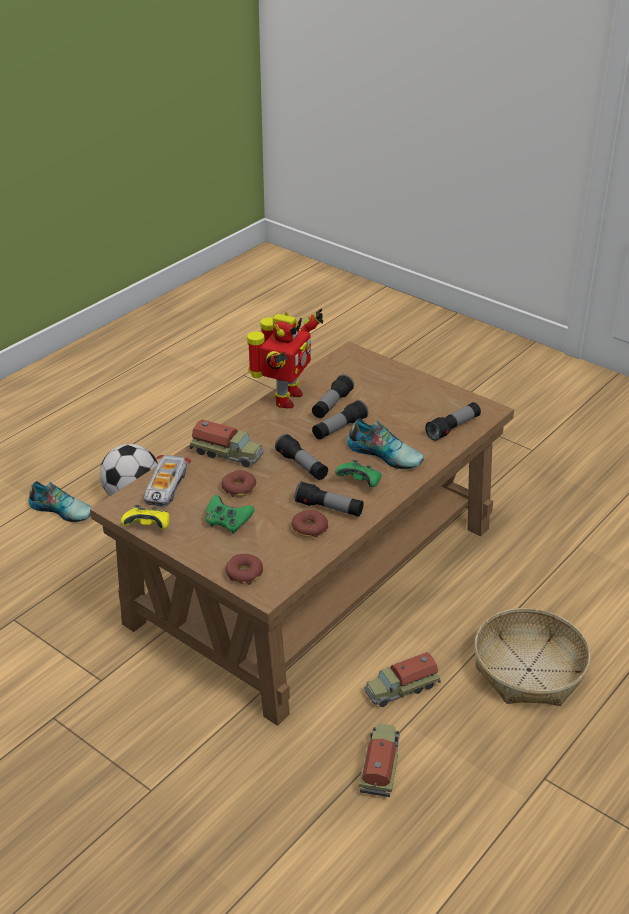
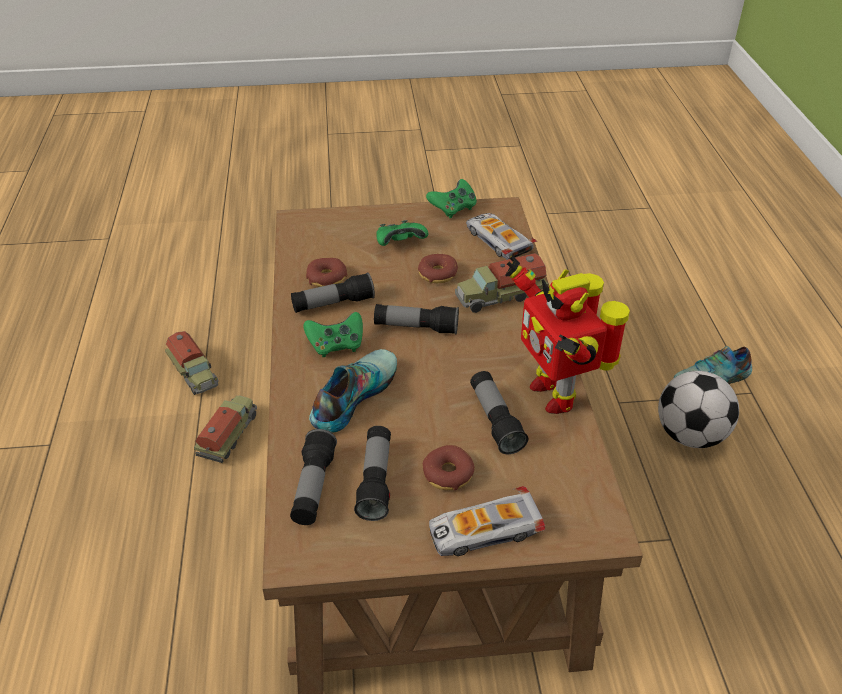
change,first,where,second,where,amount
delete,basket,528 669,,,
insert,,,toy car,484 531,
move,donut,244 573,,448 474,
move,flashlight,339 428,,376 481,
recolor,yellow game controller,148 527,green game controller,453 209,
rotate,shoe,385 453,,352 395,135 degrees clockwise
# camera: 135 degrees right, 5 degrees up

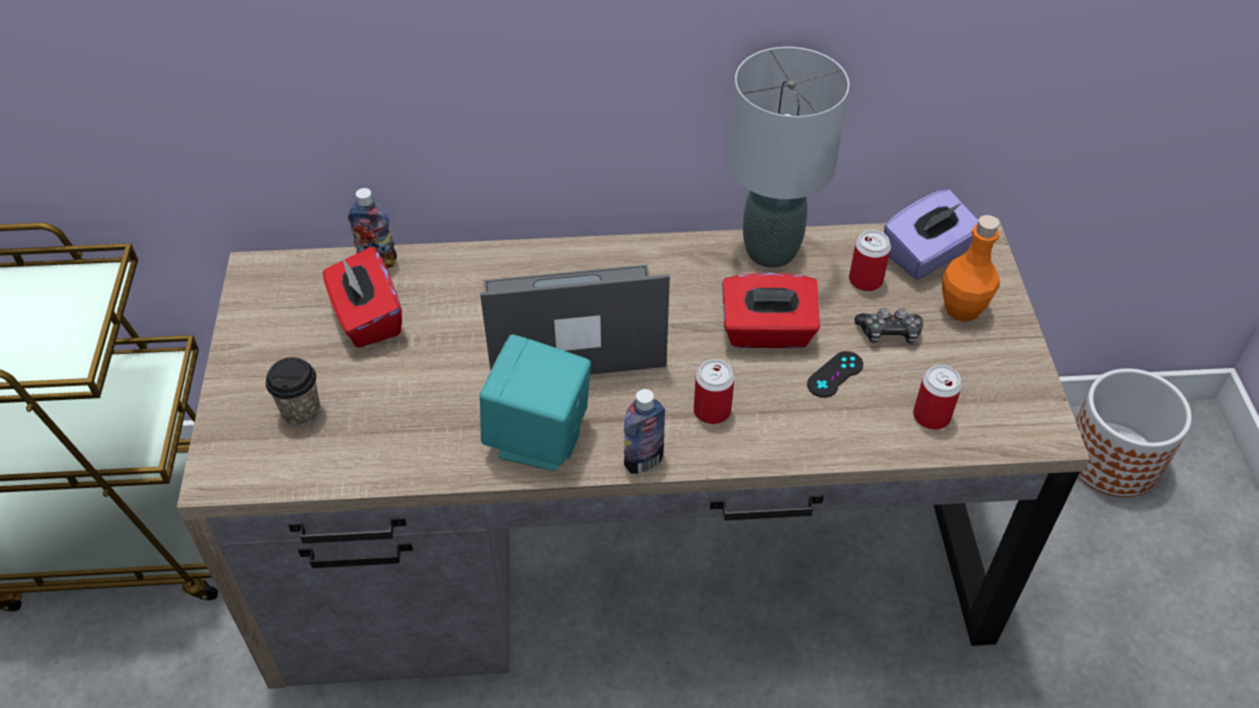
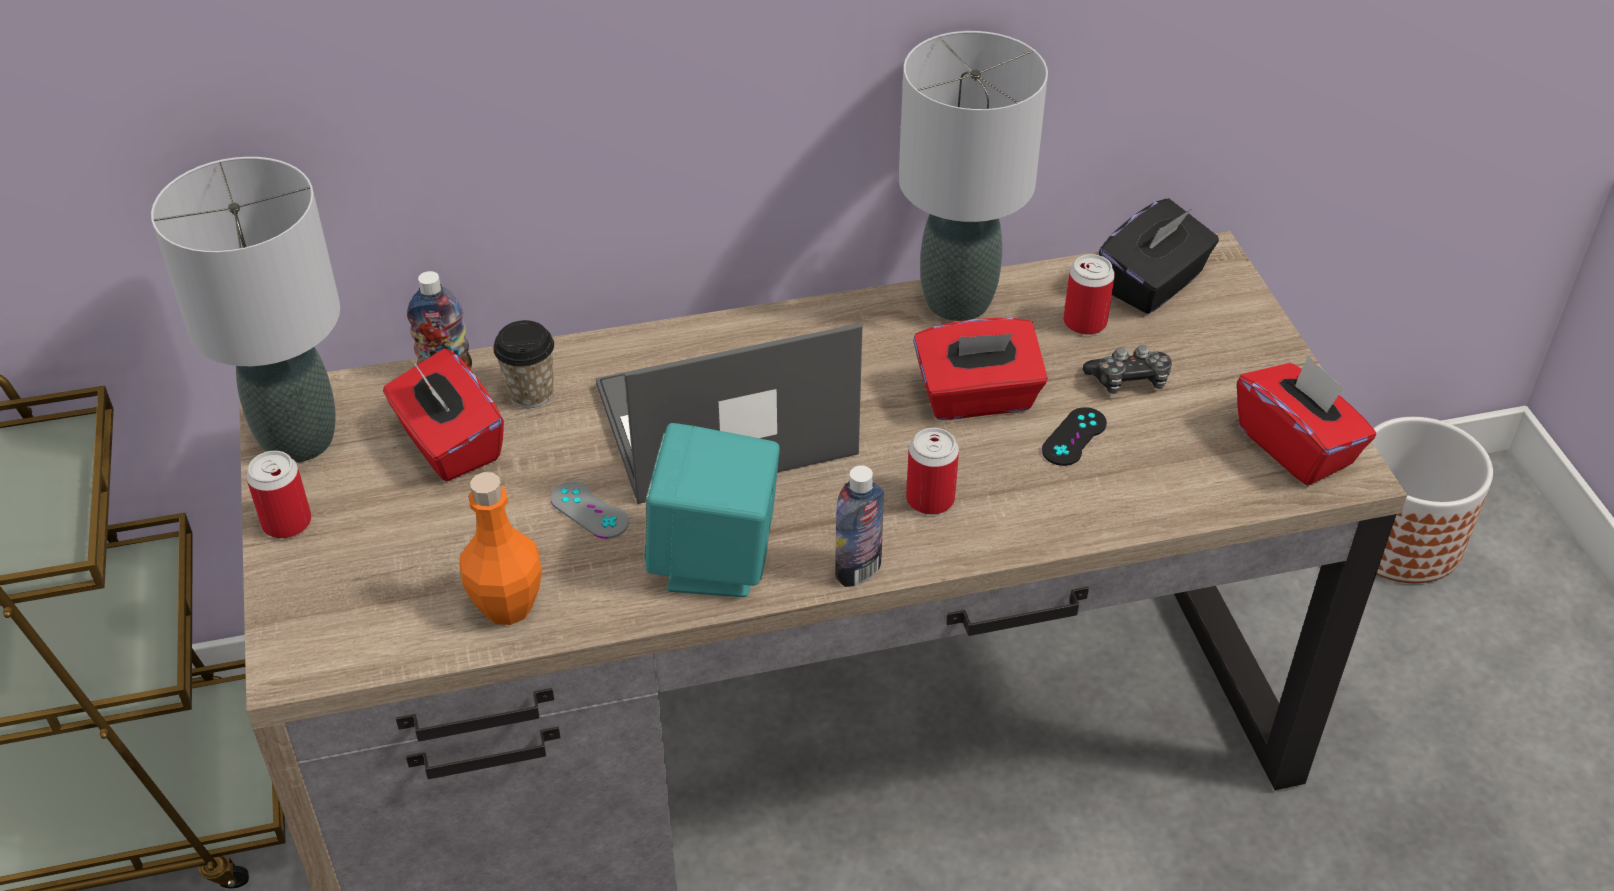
change,first,where,second,where,amount
insert,,,grey table lamp,297 439,
insert,,,grey game controller,589 510,
insert,,,red tissue box,1296 447,
move,cup,301 412,,530 393,
move,can,931 416,,287 522,
move,orange bottle,962 309,,507 606,
recolor,purple tissue box,927 255,black tissue box,1153 284,
# camera: 10 degrees left, 5 degrees down

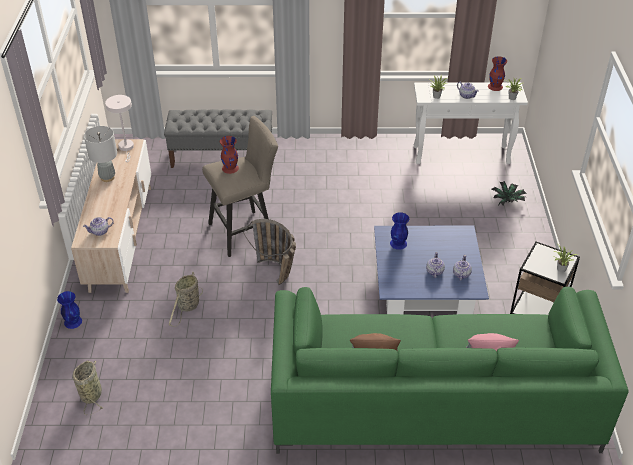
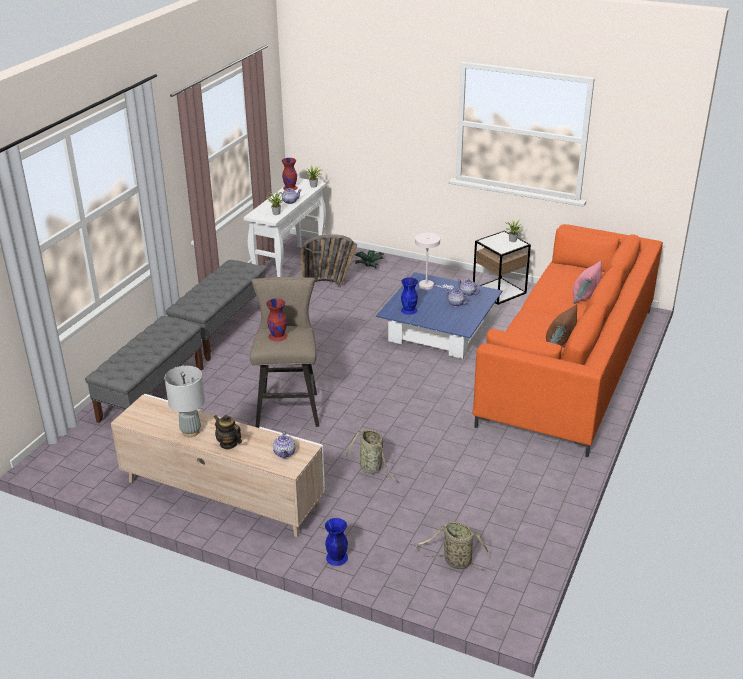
change,first,where,second,where,amount
insert,,,grey bench,221 329,
insert,,,teapot,228 444,
move,white table lamp,126 148,,429 286,
move,basket,278 276,,330 285,
recolor,green sofa,432 401,orange sofa,569 365,
# camera: 65 degrees left, 10 degrees down

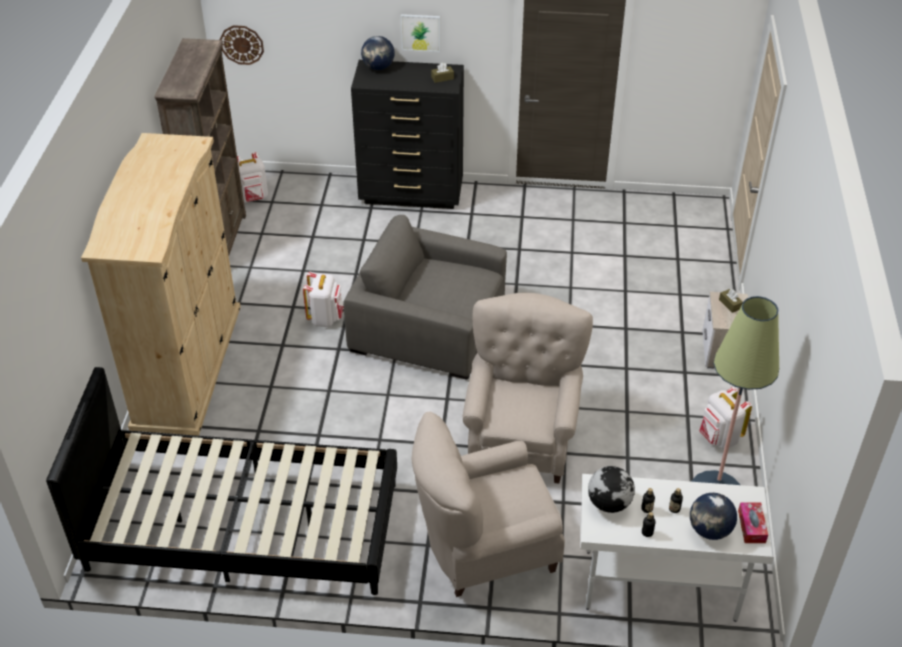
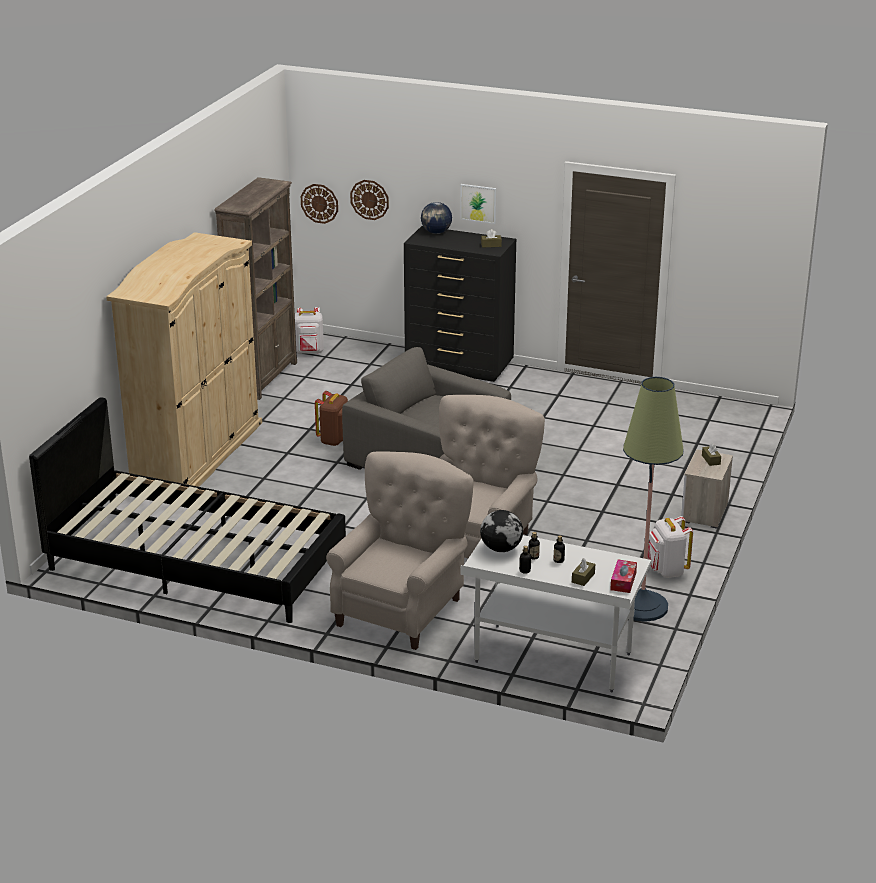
change,first,where,second,where,amount
insert,,,wall clock,369 199,
replace,globe,710 530,brown tissue box,583 578,
recolor,white backpack,325 318,brown backpack,335 440,
rotate,beige armchair,484 549,,402 609,120 degrees clockwise
# camera: 15 degrees right, 15 degrees down

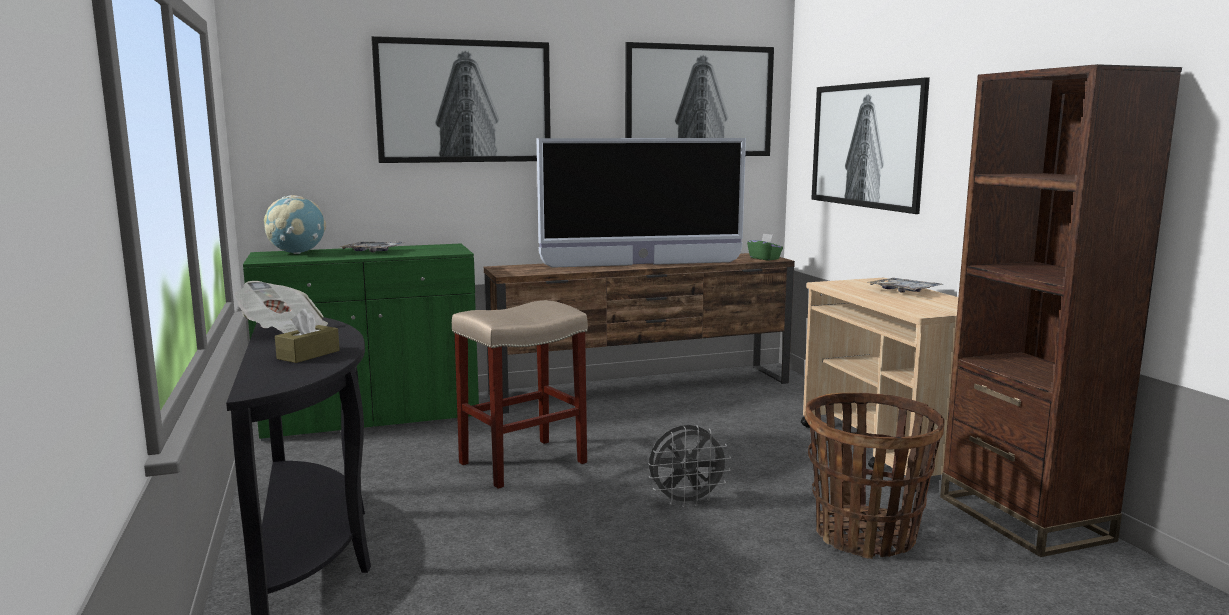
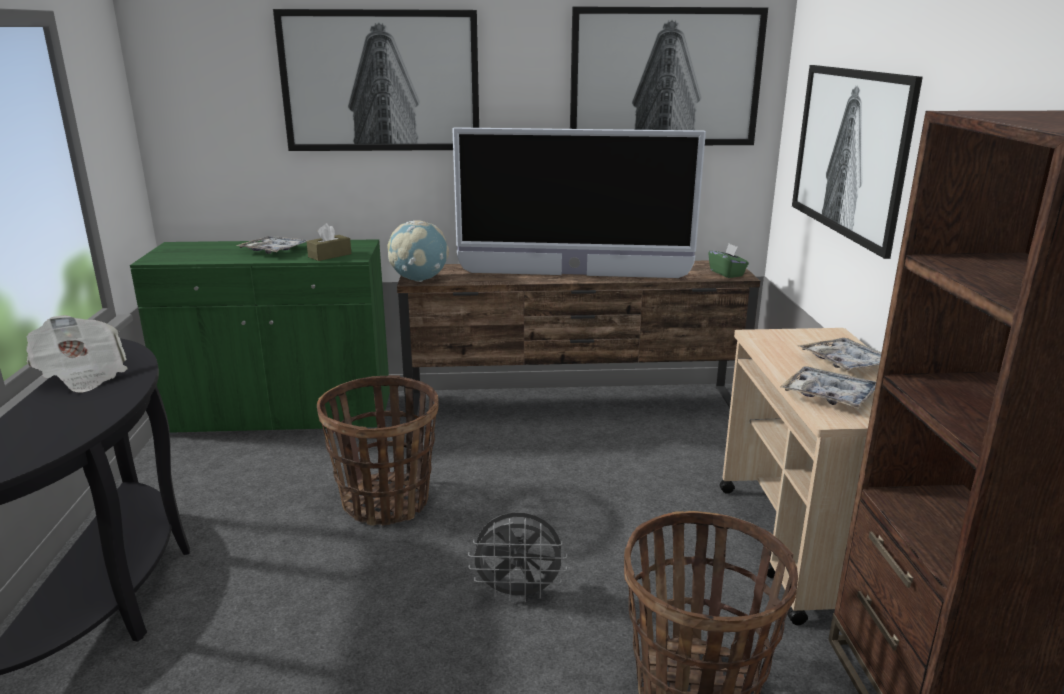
change,first,where,second,where,amount
insert,,,tray,829 395,
move,globe,297 253,,419 279,
move,brown tissue box,308 355,,330 255,
replace,beige stool,524 462,basket,386 502,
# camera: 15 degrees right, 10 degrees up

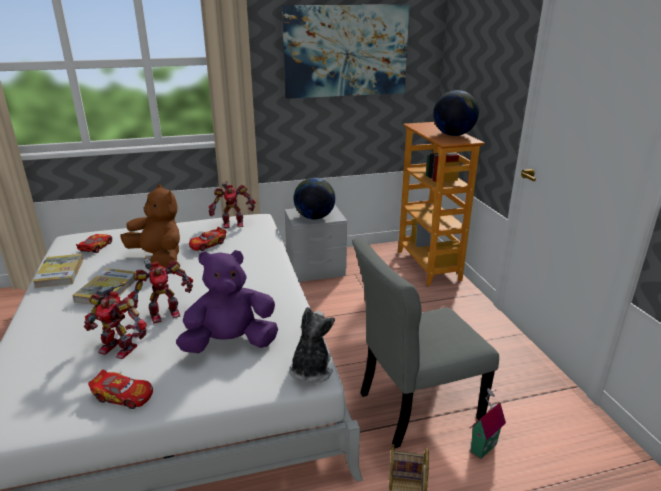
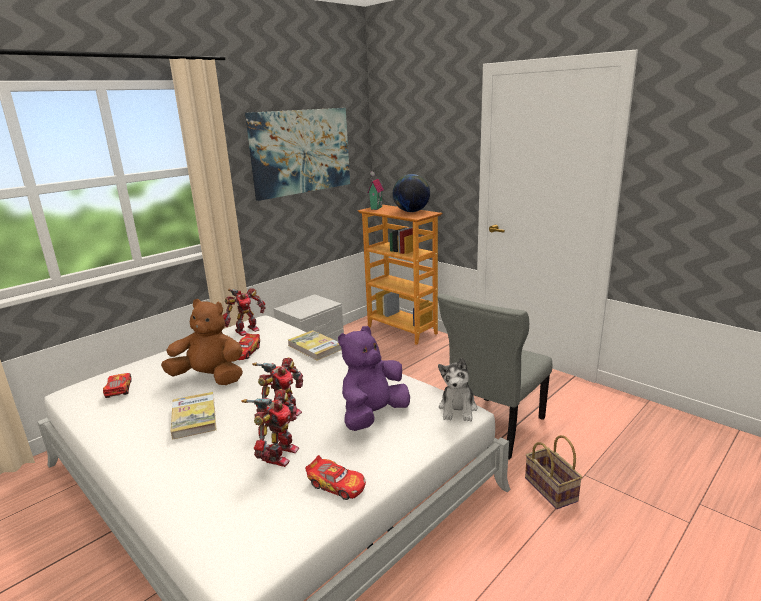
change,first,where,second,where,amount
delete,globe,314 217,,,
move,book,60 273,,315 347,
move,toy house,482 446,,375 208,
rotate,toy robot,120 347,,279 454,60 degrees counterclockwise
rotate,toy car,124 396,,337 485,45 degrees clockwise
rotate,plush toy,311 370,,458 409,150 degrees counterclockwise
# camera: 30 degrees left, 5 degrees down

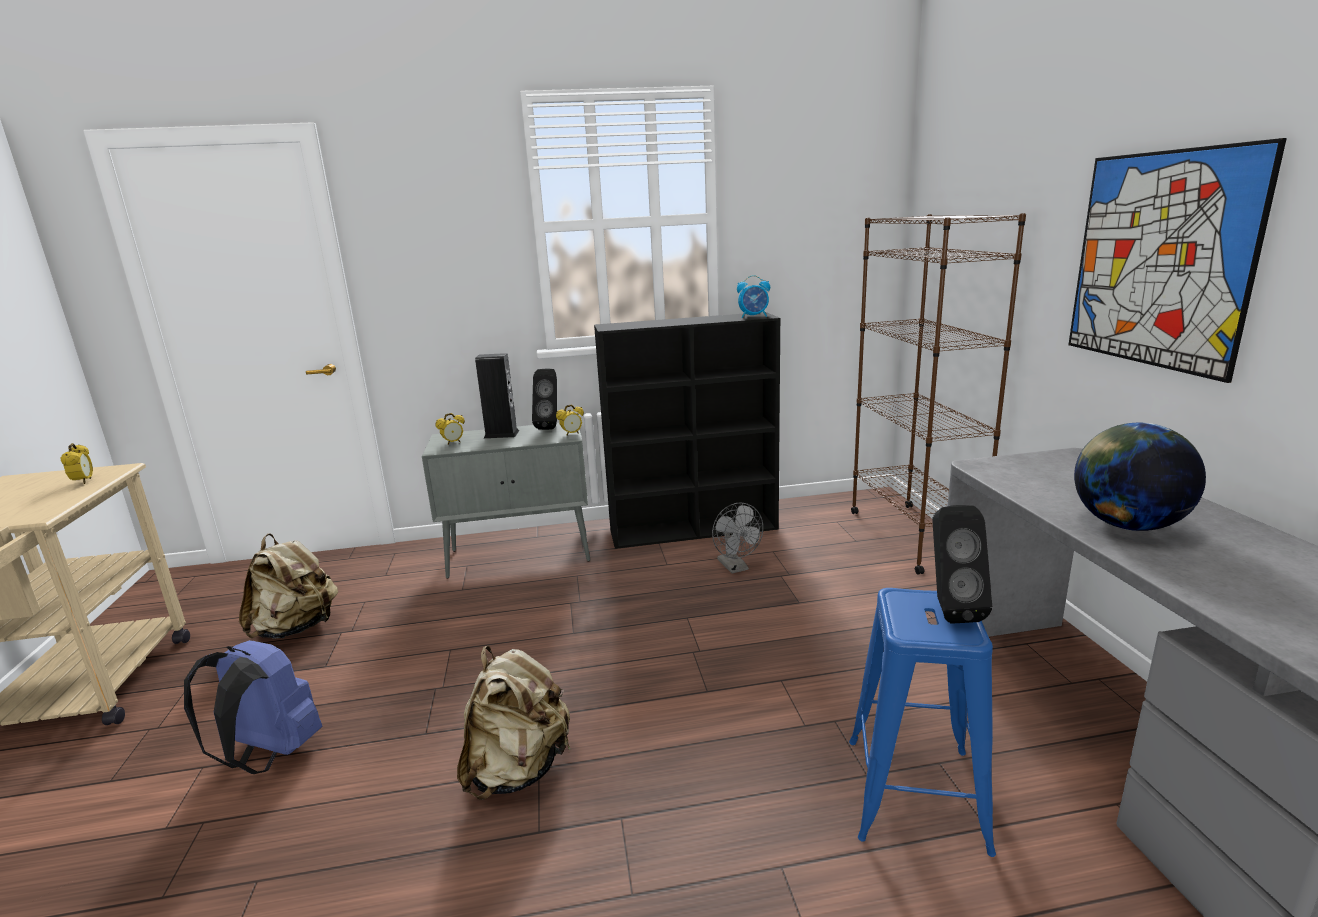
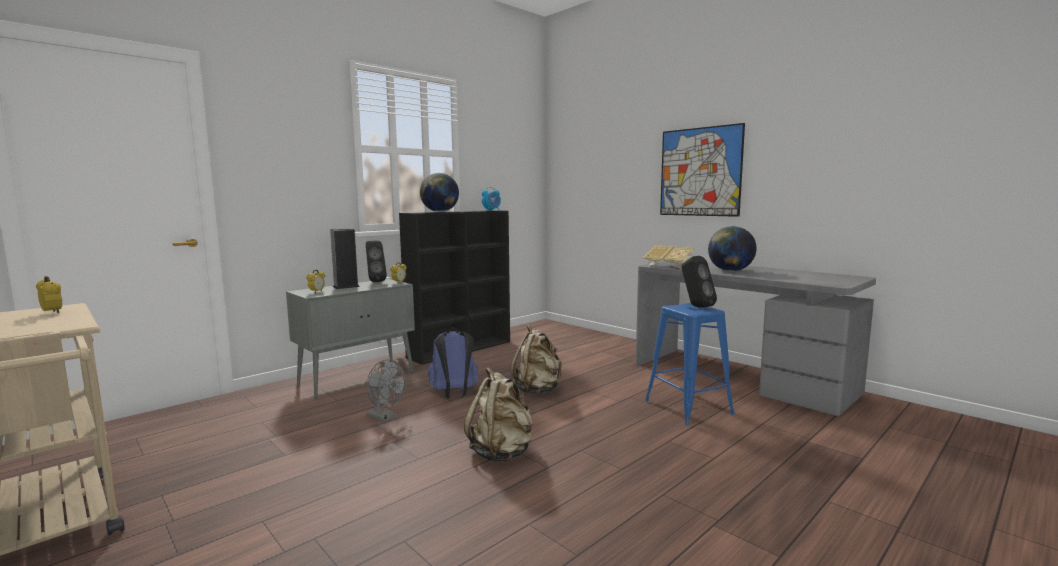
change,first,where,second,where,amount
delete,brown bookcase,913 536,,,
insert,,,globe,439 211,
insert,,,book,668 266,
move,blue backpack,270 754,,454 393,
move,beige backpack,297 628,,537 390,
move,grey fan,736 567,,385 417,
# camera: 35 degrees left, 10 degrees down

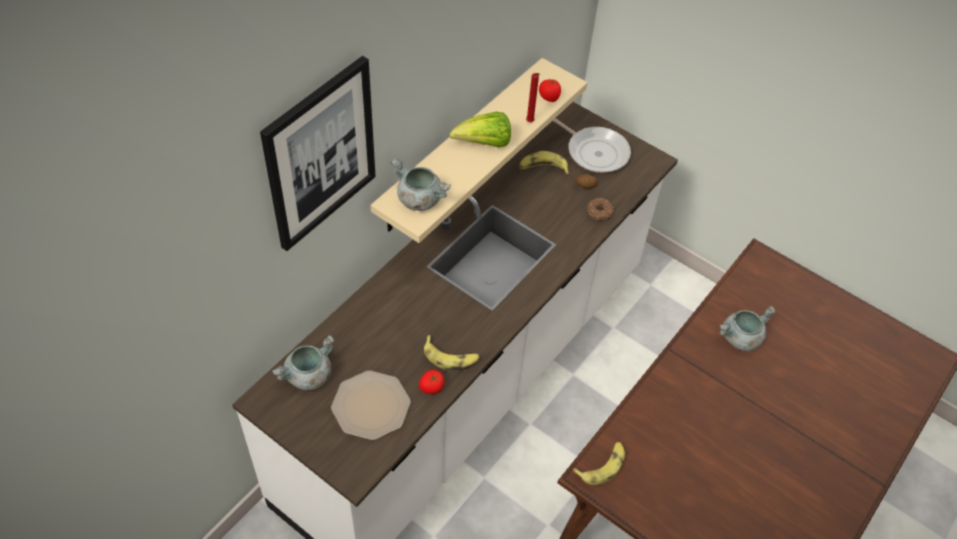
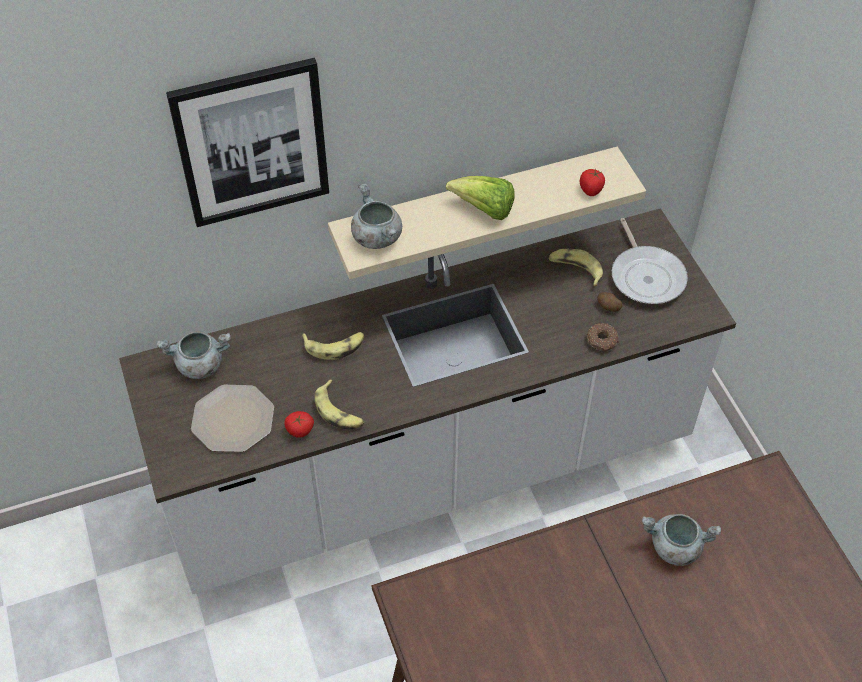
change,first,where,second,where,amount
delete,red candle,530 122,,,
move,banana,602 465,,335 346,
# camera: 35 degrees right, 0 degrees up

